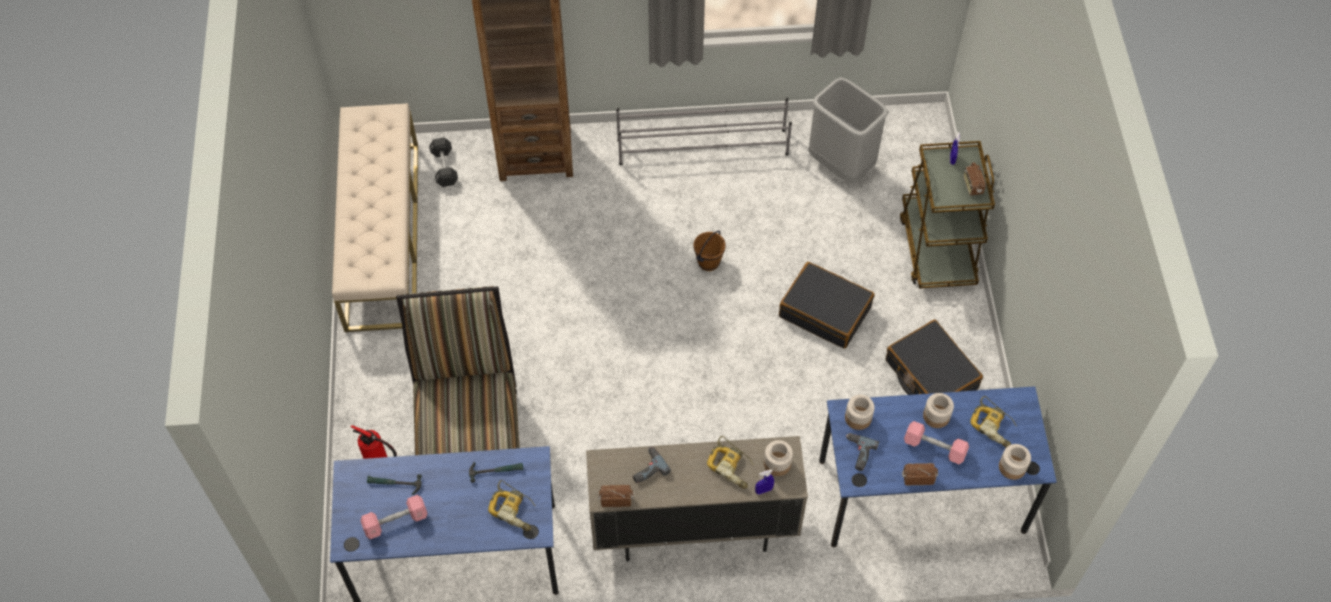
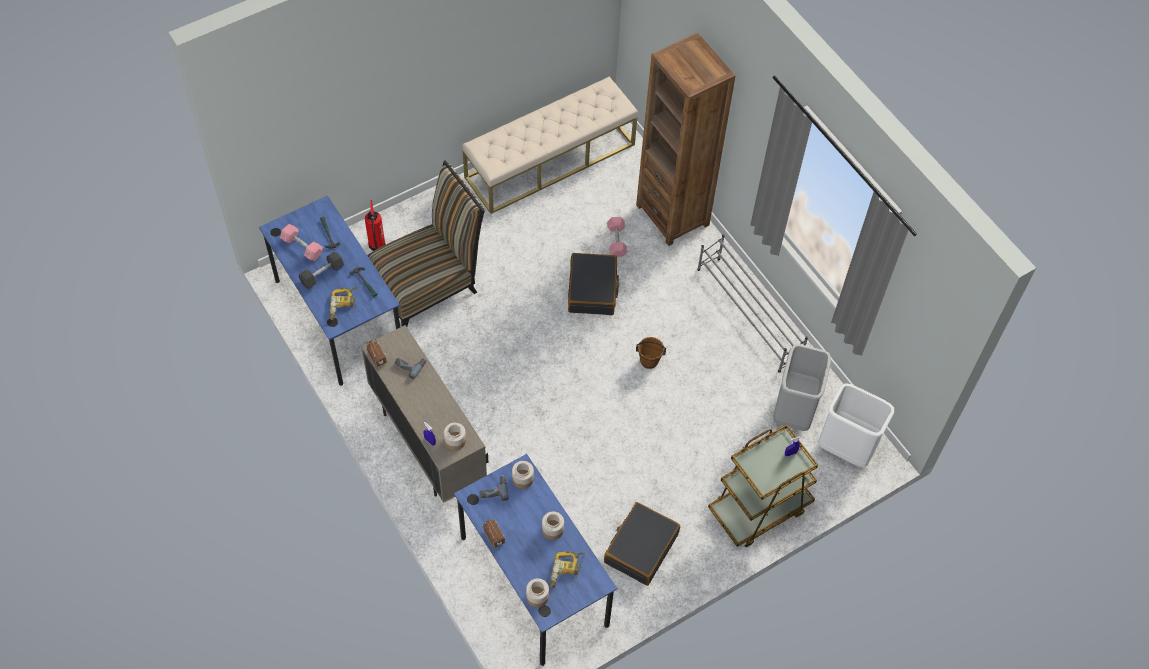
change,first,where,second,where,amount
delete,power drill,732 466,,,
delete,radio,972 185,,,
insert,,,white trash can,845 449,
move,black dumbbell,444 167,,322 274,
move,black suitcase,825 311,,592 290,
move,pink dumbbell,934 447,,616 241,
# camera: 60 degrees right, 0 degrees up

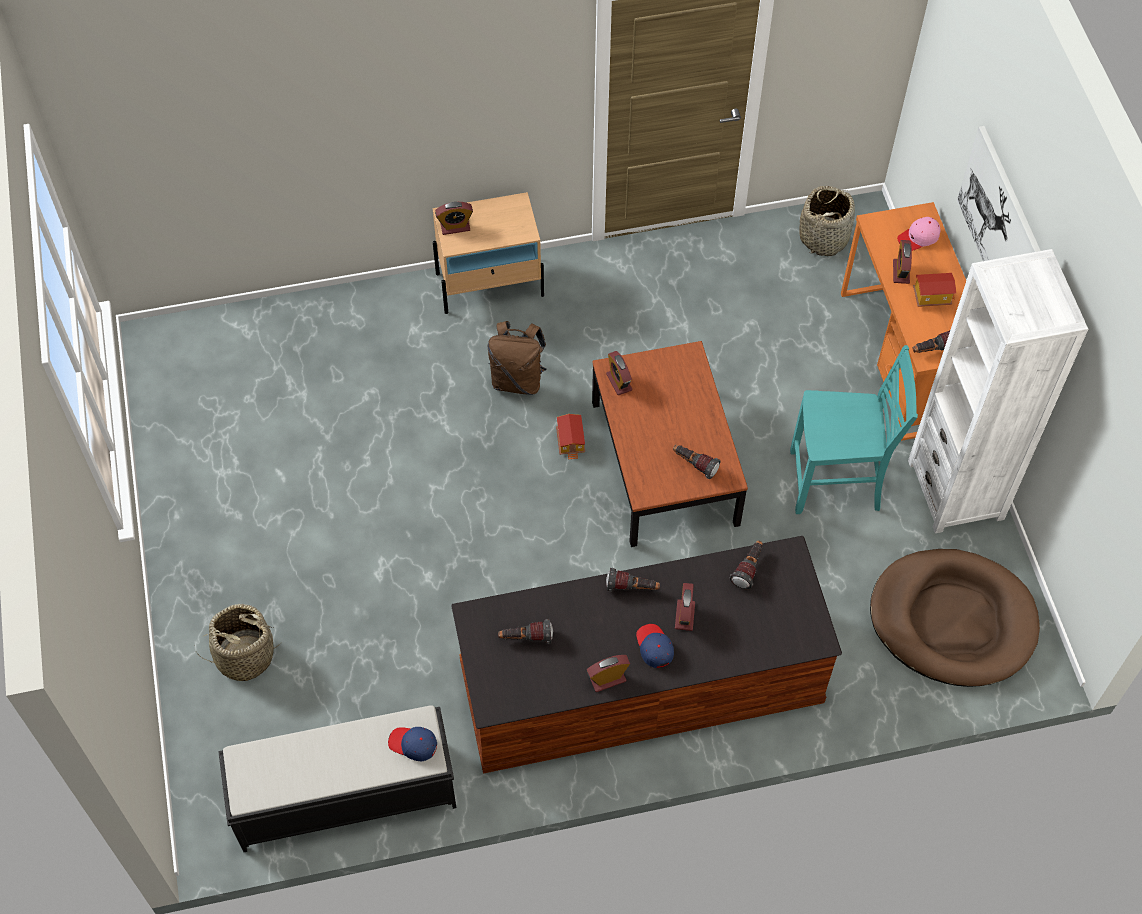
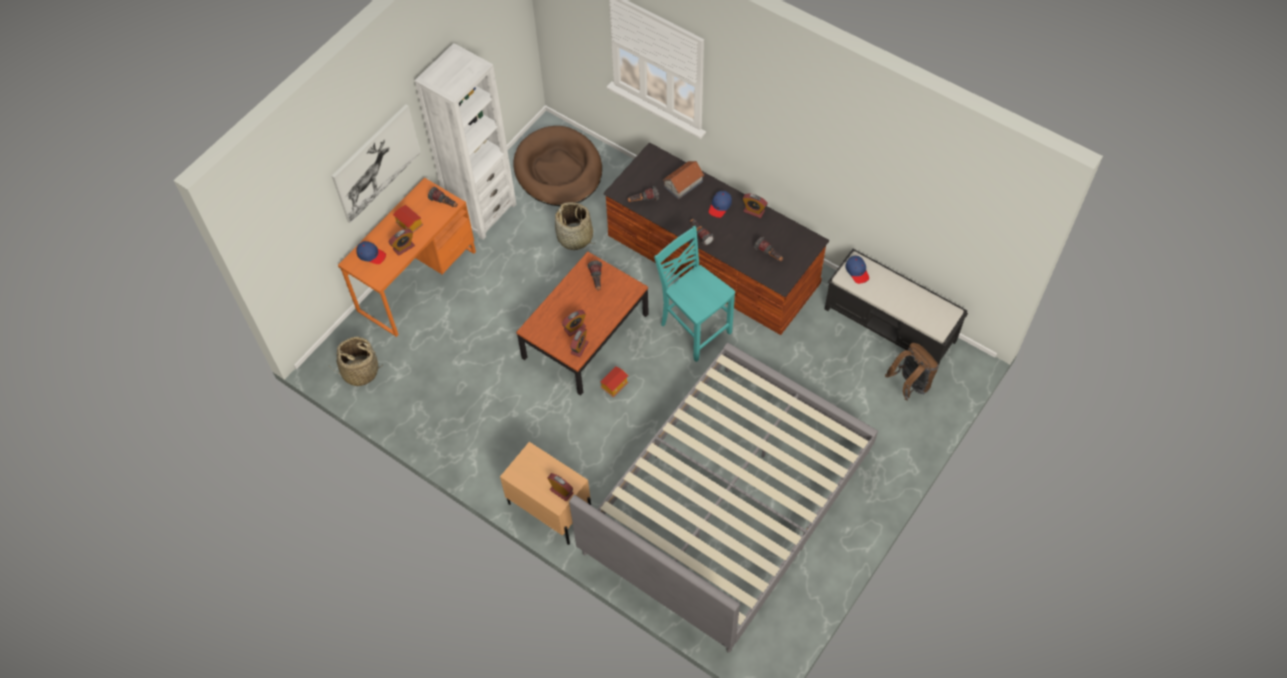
change,first,where,second,where,amount
insert,,,grey bed,727 502,
insert,,,toy house,683 184,
move,basket,244 655,,575 237,
move,brown backpack,517 379,,909 385,
move,alarm clock,684 615,,574 328,
move,turquoise chair,837 483,,694 328,
recolor,pink cap,918 237,blue cap,371 255,
# camera: 130 degrees left, 0 degrees up

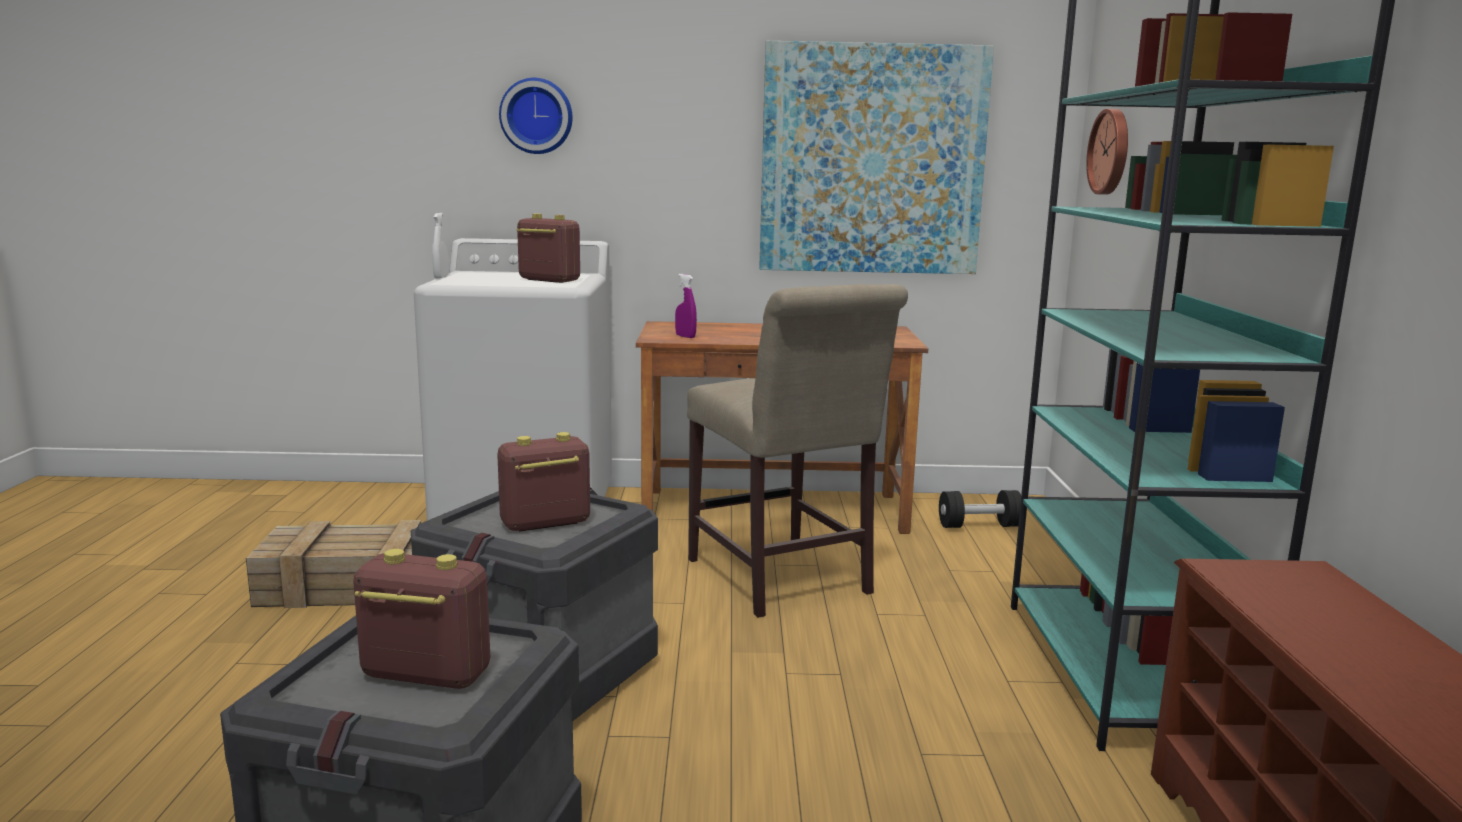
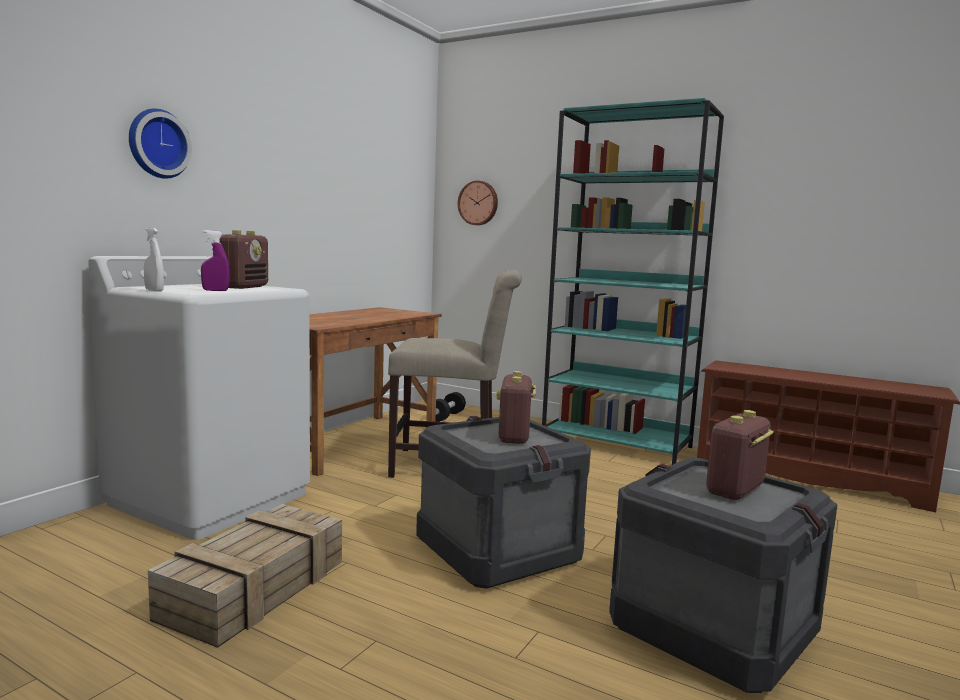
change,first,where,second,where,amount
delete,picture,872 160,,,
move,purple spray bottle,685 336,,215 290,
rotate,radio,548 280,,245 287,135 degrees clockwise
# camera: 60 degrees left, 5 degrees down

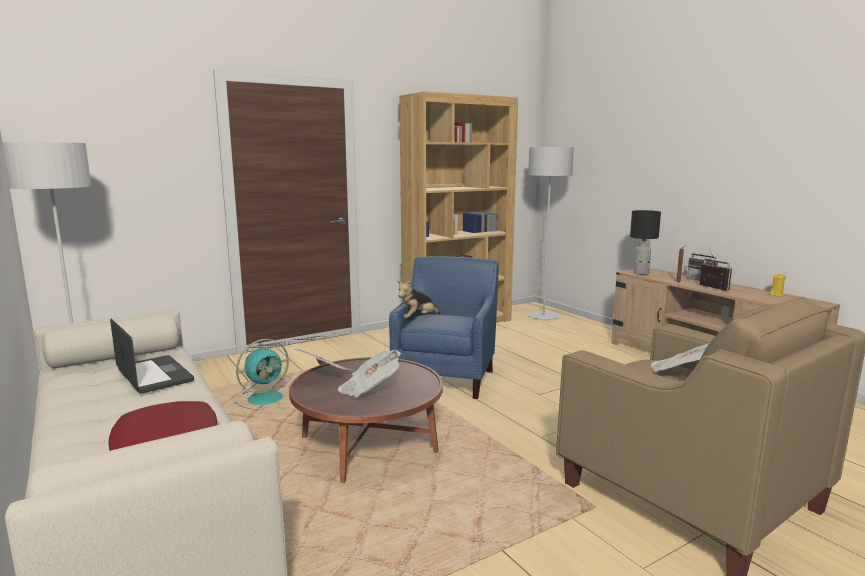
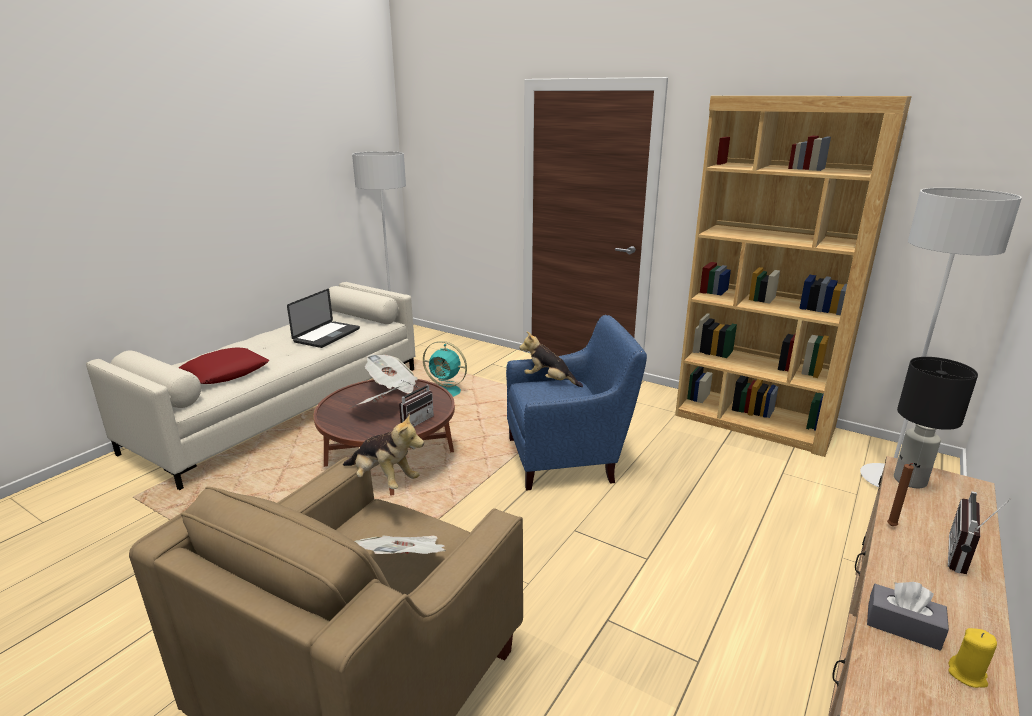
change,first,where,second,where,amount
insert,,,plush toy,383 480,
insert,,,grey tissue box,903 626,
move,radio,711 288,,414 421,
# camera: 65 degrees right, 10 degrees up

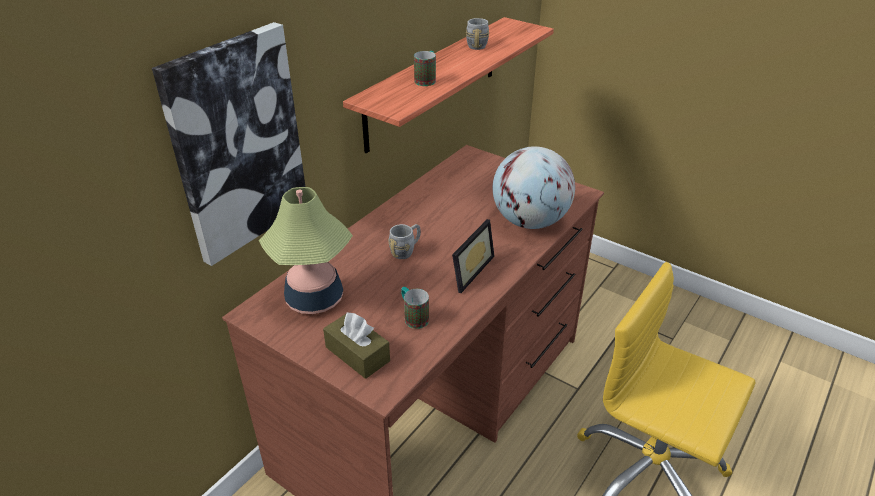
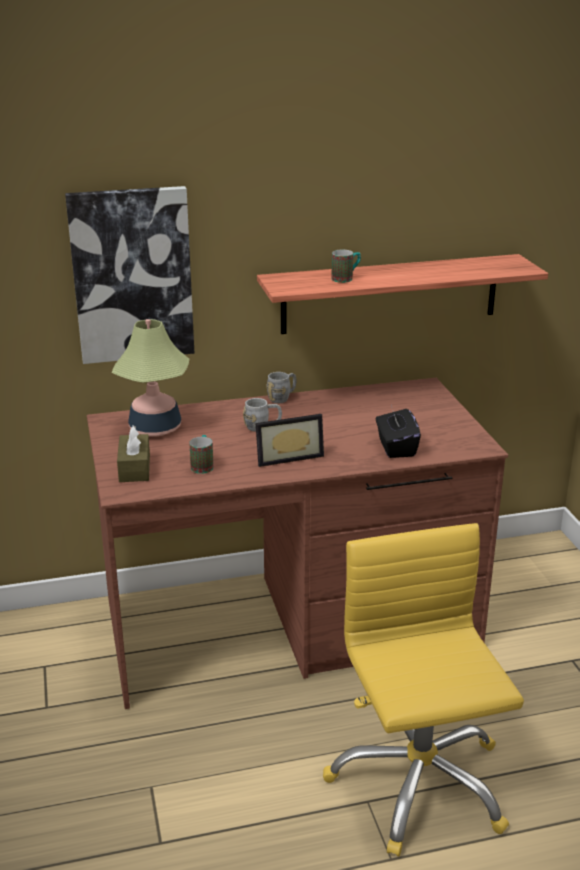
change,first,where,second,where,amount
move,grey mug,477 44,,282 398,
replace,globe,530 221,black tissue box,396 447,
# camera: 40 degrees right, 10 degrees down

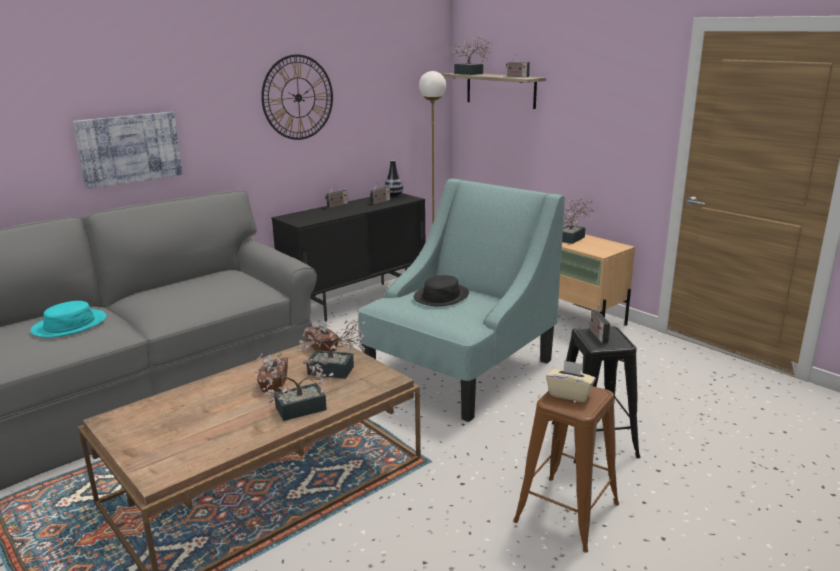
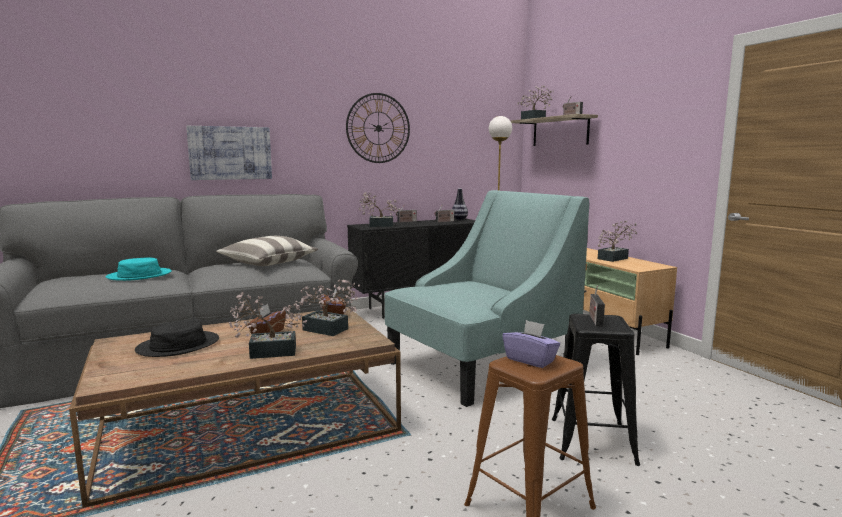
change,first,where,second,where,amount
insert,,,pillow,268 263,
insert,,,potted plant,378 225,
move,black hat,441 296,,178 345,
recolor,beige tissue box,569 394,purple tissue box,530 360,
# camera: 15 degrees right, 10 degrees down

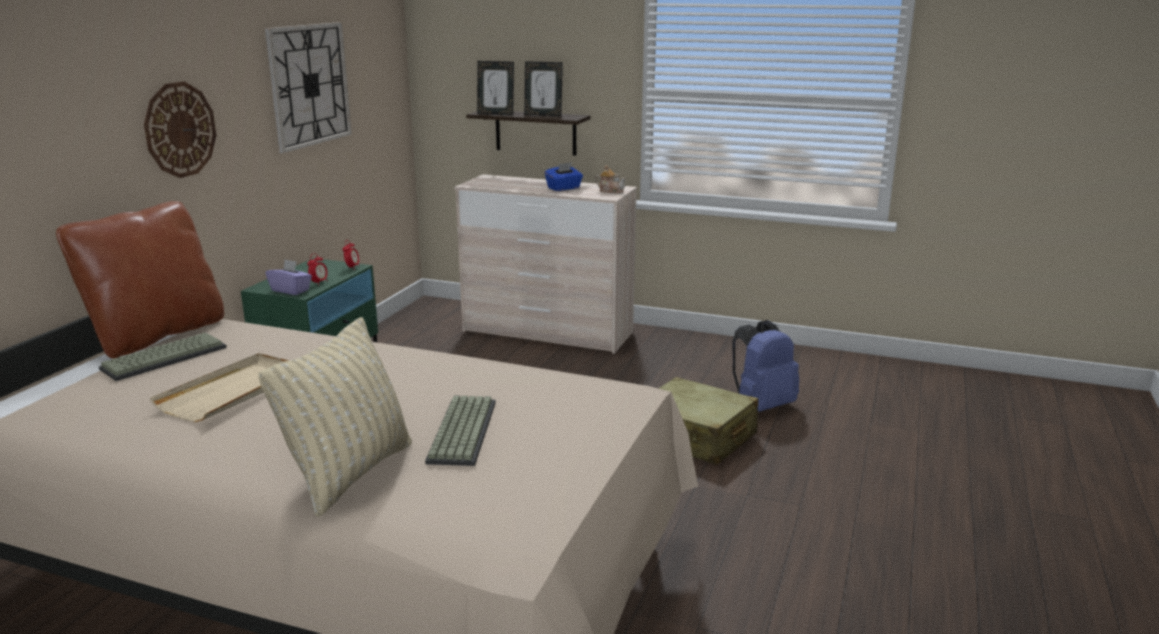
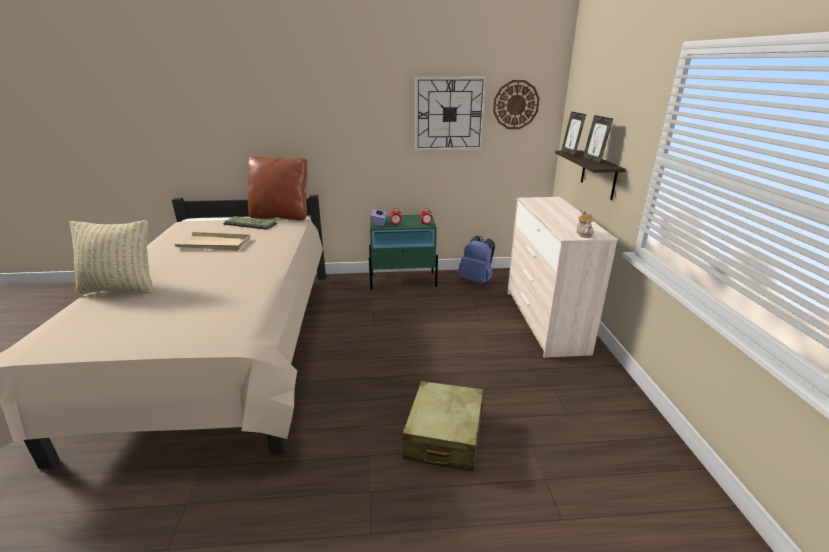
change,first,where,second,where,amount
delete,keyboard,460 430,,,
delete,blue tissue box,564 188,,,
move,wall clock,180 129,,515 105,
move,blue backpack,761 405,,476 280,
# camera: 65 degrees right, 5 degrees up

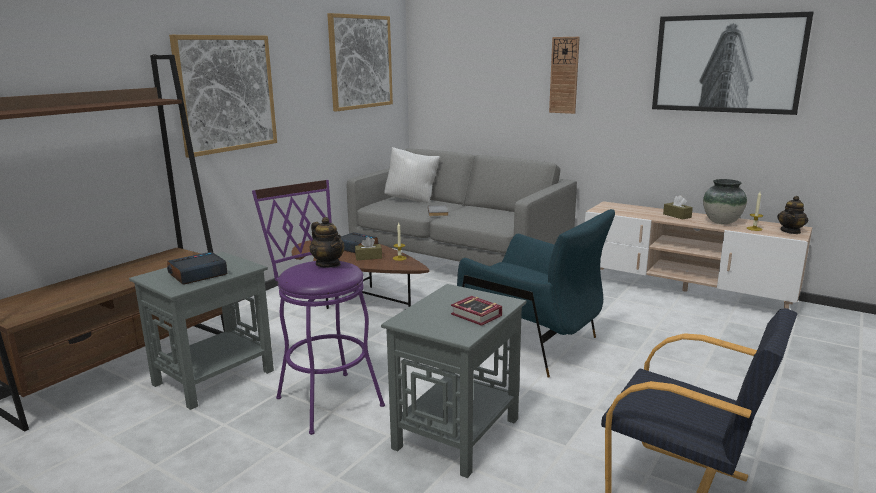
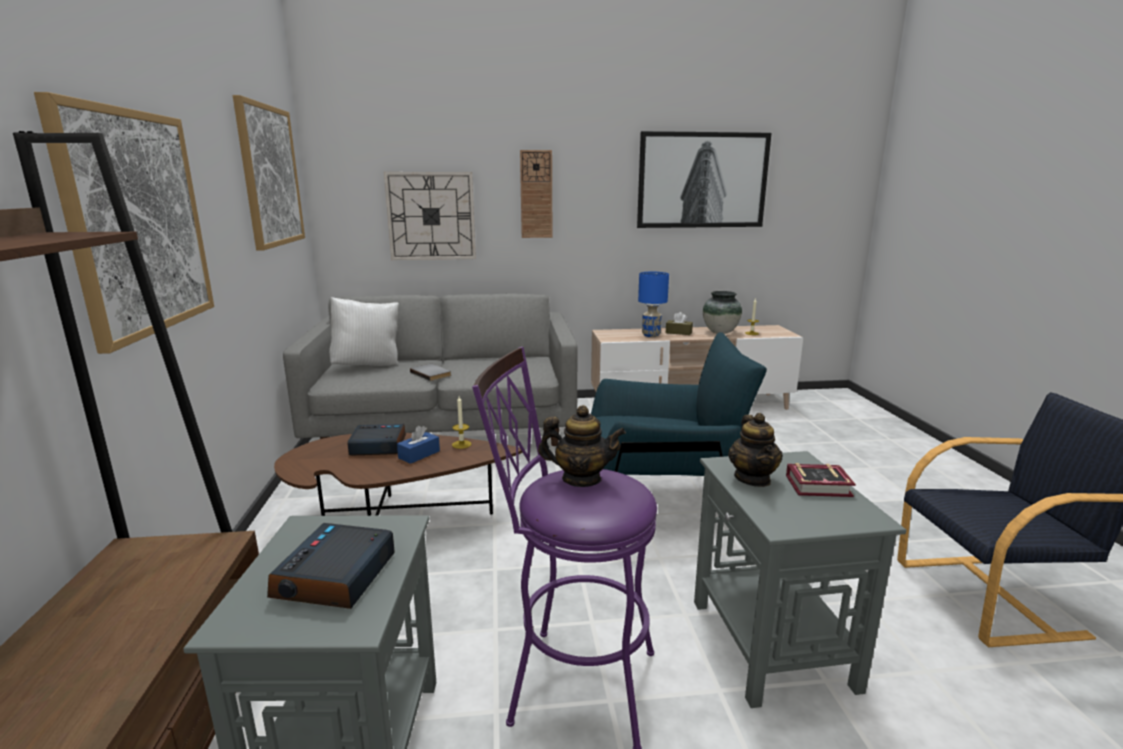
change,first,where,second,where,amount
insert,,,wall clock,431 216,
insert,,,blue table lamp,651 335,
move,teapot,790 231,,753 478,
recolor,brown tissue box,368 257,blue tissue box,419 454,
# camera: 40 degrees left, 0 degrees up

